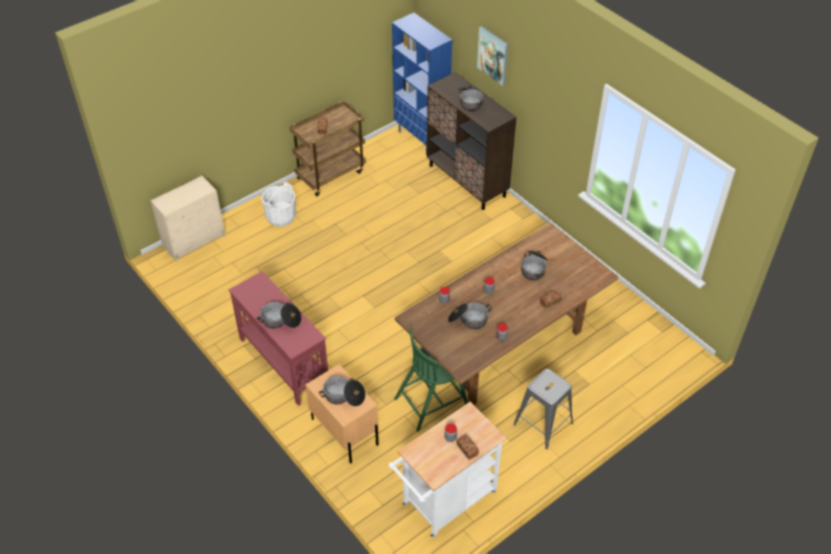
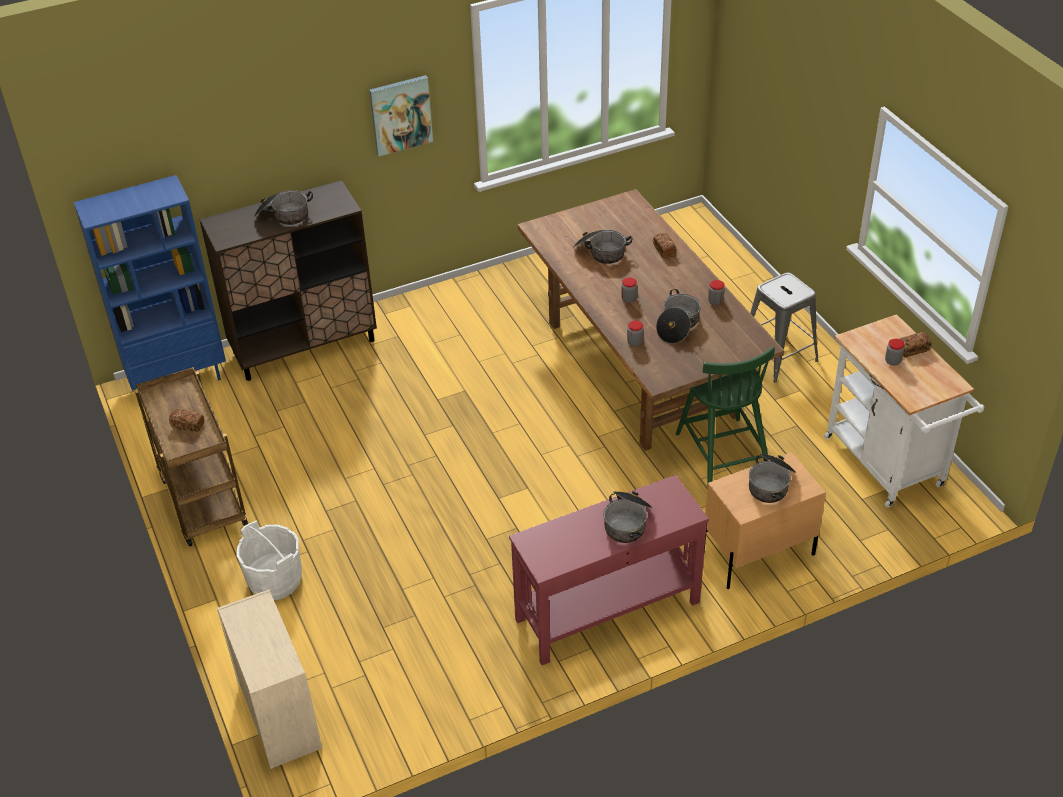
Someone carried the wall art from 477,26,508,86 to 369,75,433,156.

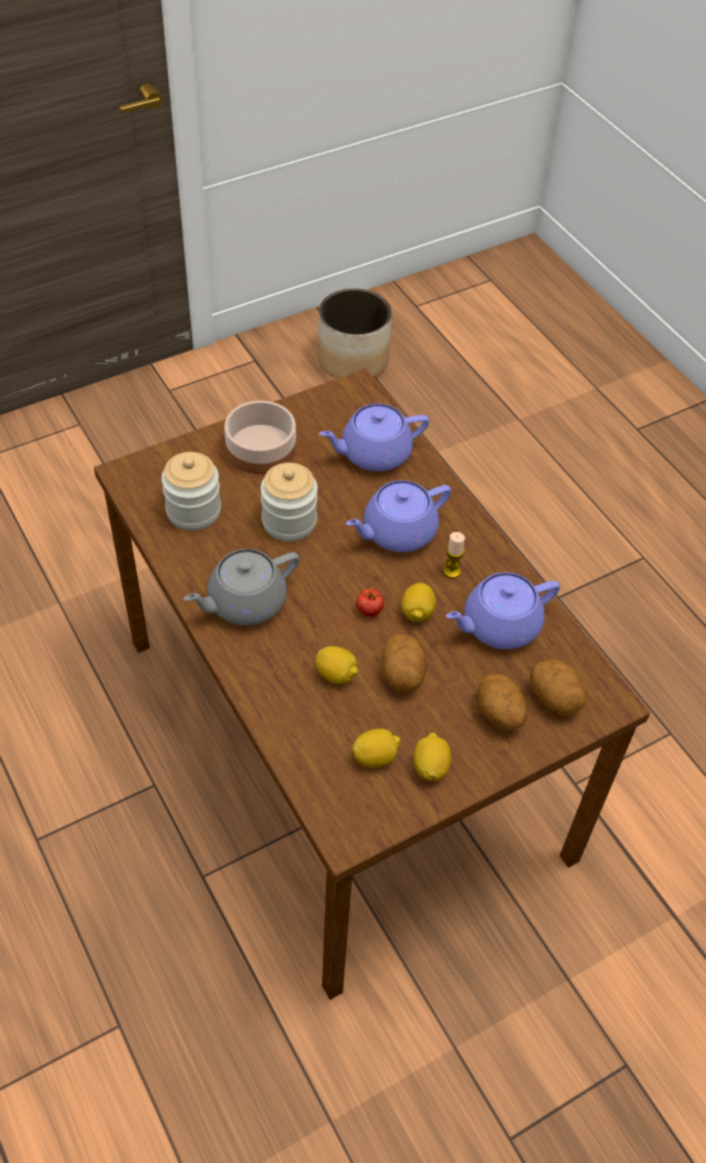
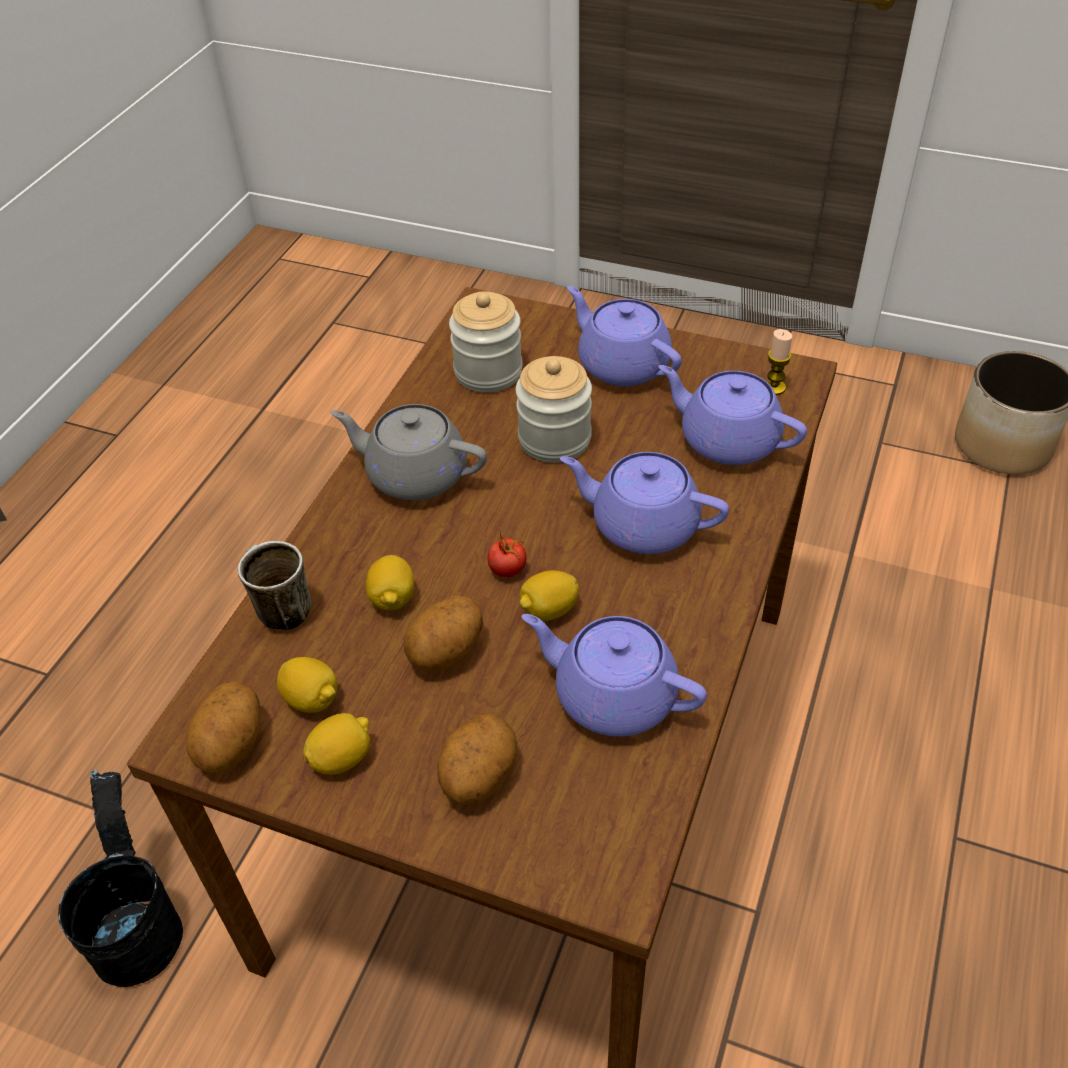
Someone put down the bucket (black-coloured) at 58,770,183,987.
Someone carried the potato from 530,659,586,716 to 186,681,261,773.
Someone put down the mug at 238,541,312,631.
Someone swapped the bowl at 224,401,296,474 for the pot for tea (purple-coloured) at 567,286,681,386.
Someone carried the candle from 443,532,465,578 to 766,329,792,395.

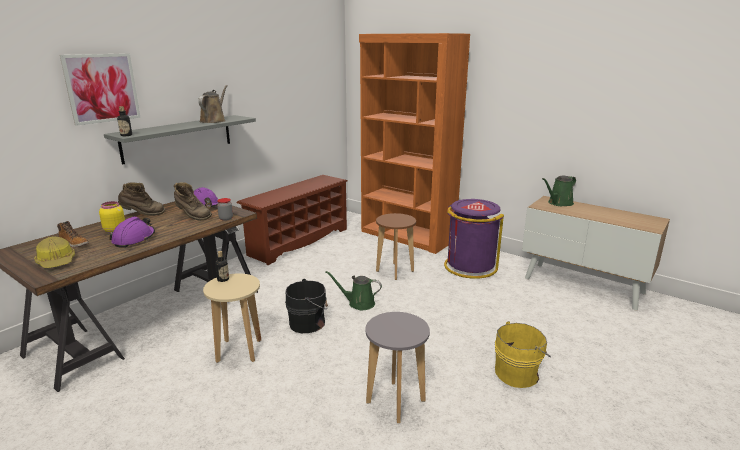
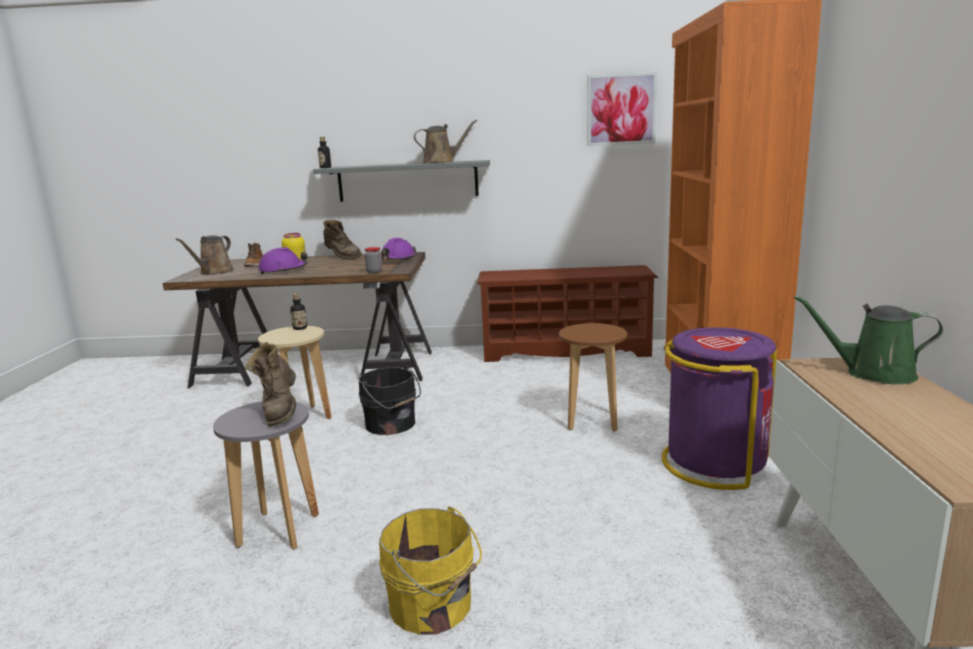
Someone swapped the hard hat at 34,237,75,268 for the watering pot (brown) at 176,235,234,275.
Someone carried the high-top boot (brown) from 174,182,212,221 to 245,342,296,427.
Someone carried the wall art from 60,53,141,126 to 587,72,657,146.
Someone took away the watering pot (green-coloured) at 326,271,382,310.

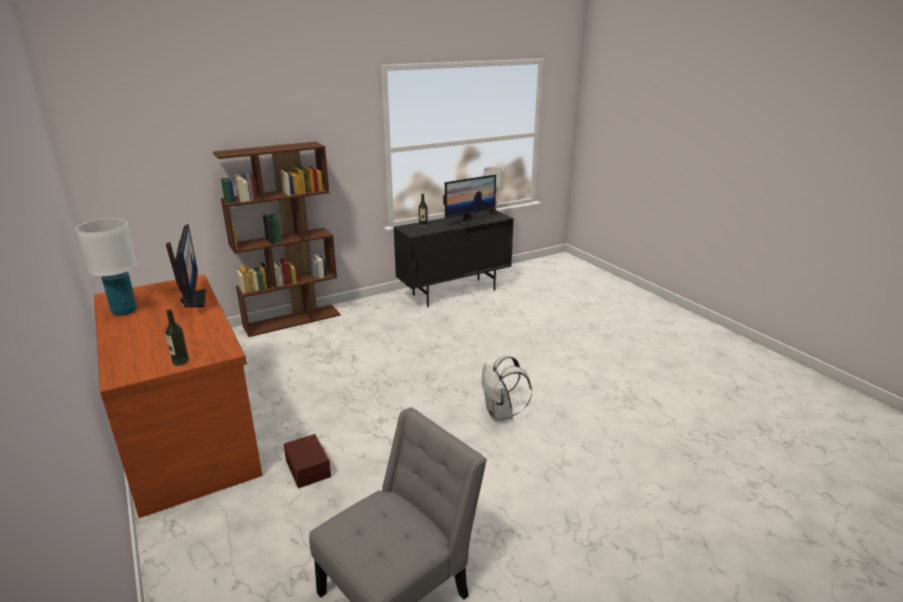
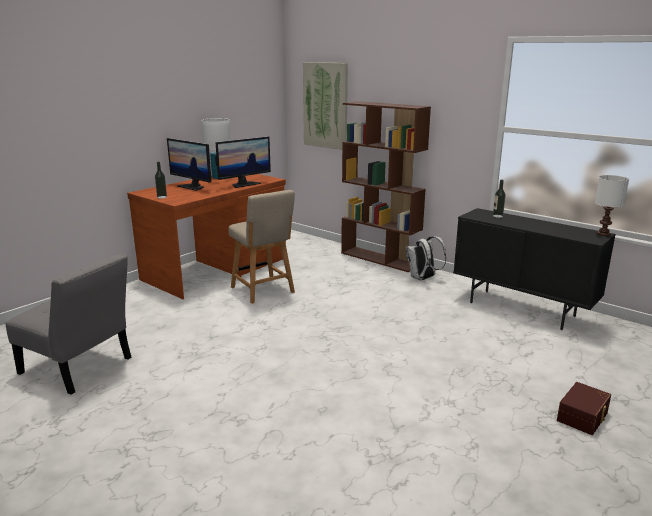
Someone carried the computer display from 443,174,496,226 to 167,138,211,191.
Someone put down the plain chair (sand-coloured) at 228,190,295,304.
Someone put up the wall art at 303,62,348,150.
Someone carried the rucksack (whitish) from 481,355,532,422 to 406,236,446,281.
Someone carried the storage box (brown) from 284,434,331,488 to 557,382,611,435.

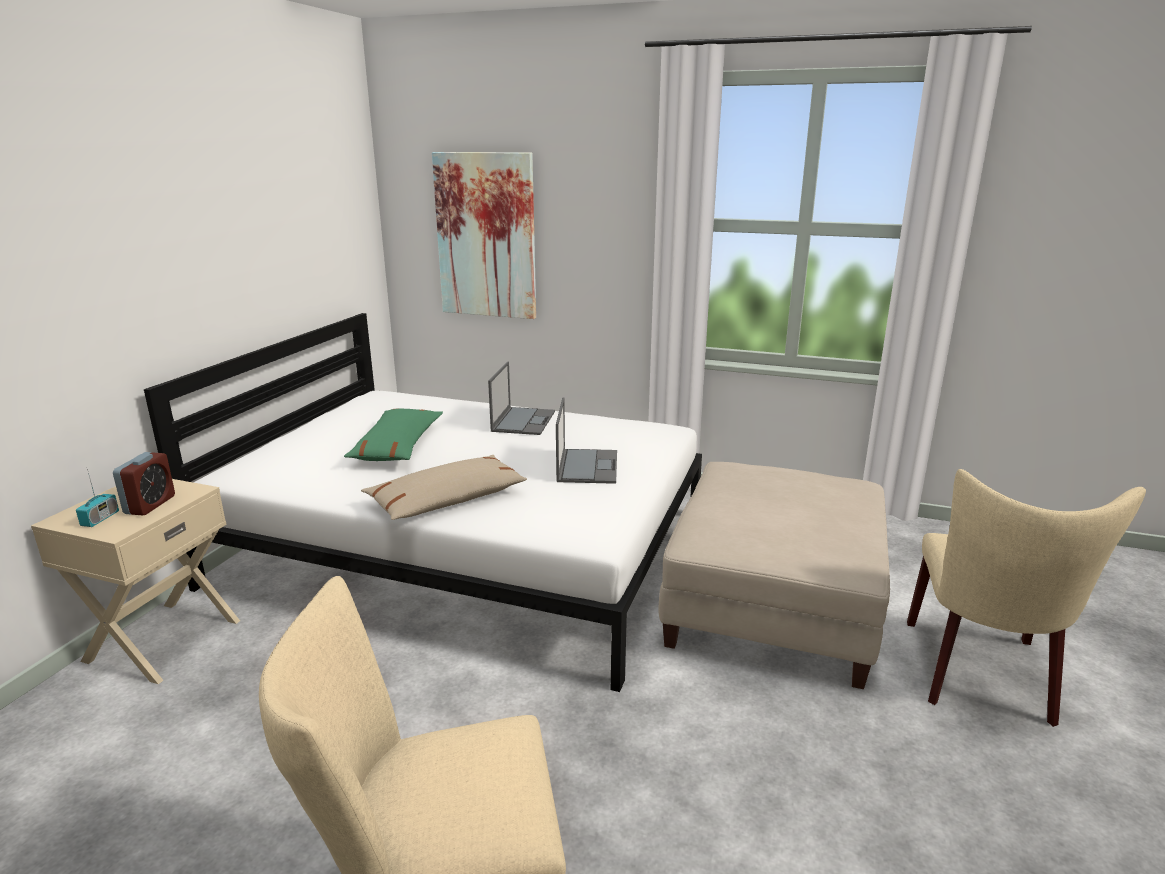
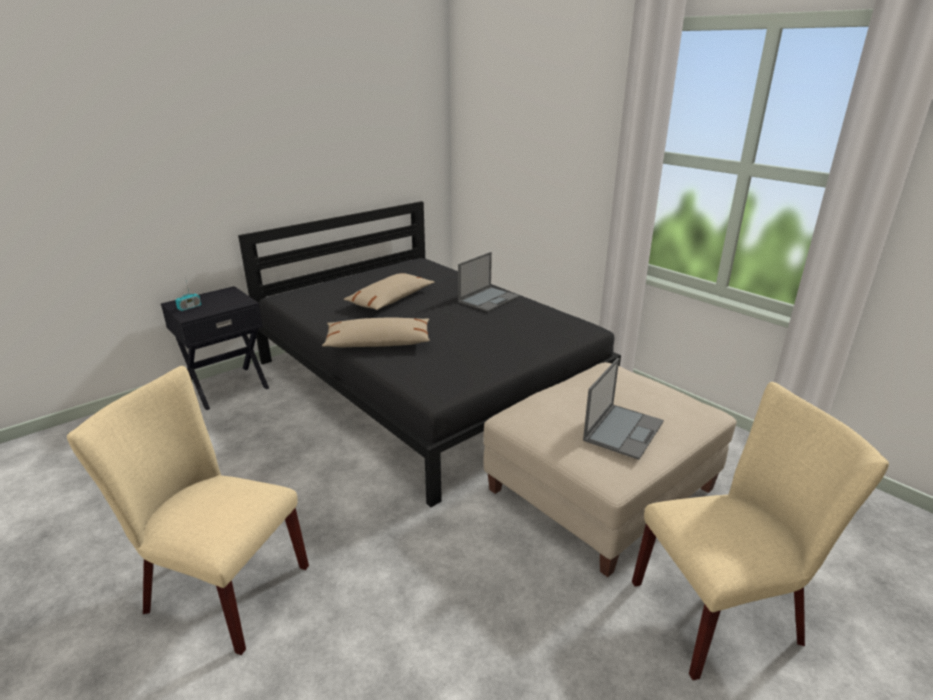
Someone repainted the bedside table (sand-coloured) at 31,479,240,684, which became the bedside table (black-coloured) at 161,286,269,410.
Someone repainted the sleeping bed (whitish) at 144,313,702,692, which became the sleeping bed (black-coloured) at 238,201,621,507.
Someone repainted the throw pillow (green-coloured) at 344,408,443,461, which became the throw pillow (sand-coloured) at 344,273,435,310.
Someone carried the notebook computer from 556,397,617,484 to 583,358,664,460.
Someone rotated the plain chair (sand-coloured) at 907,469,1146,727 by 150 degrees counterclockwise.
Someone took away the alarm clock at 113,452,175,515.
Someone took away the wall art at 432,152,536,319.

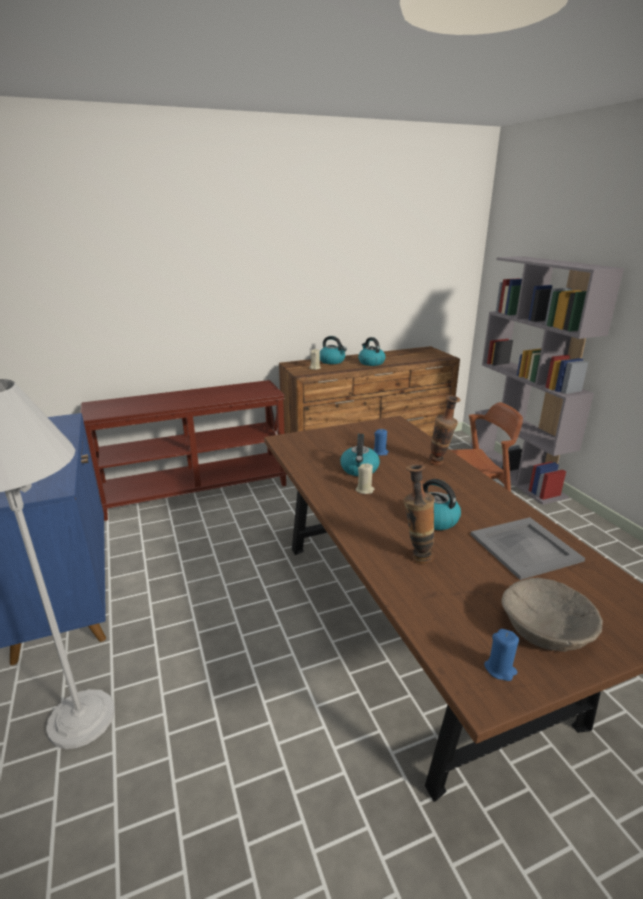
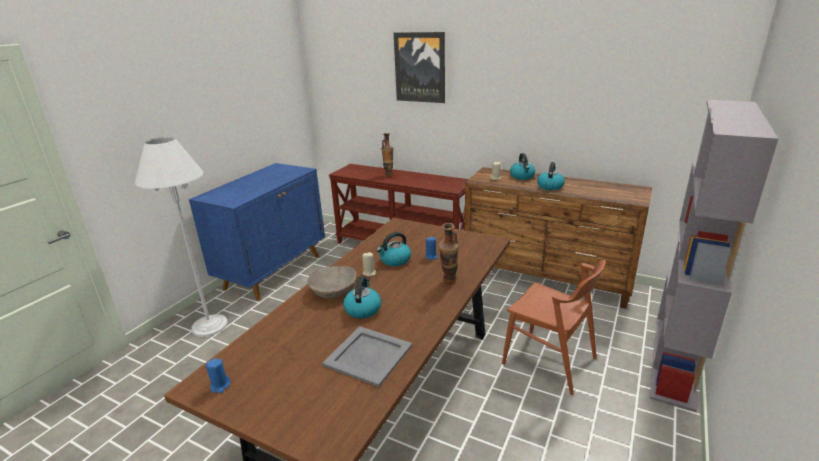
Someone carried the bowl (sand-coloured) from 502,578,603,652 to 307,266,357,299.
Someone carried the decorative vase from 403,464,434,564 to 381,133,394,176.
Someone put up the wall art at 394,32,445,103.

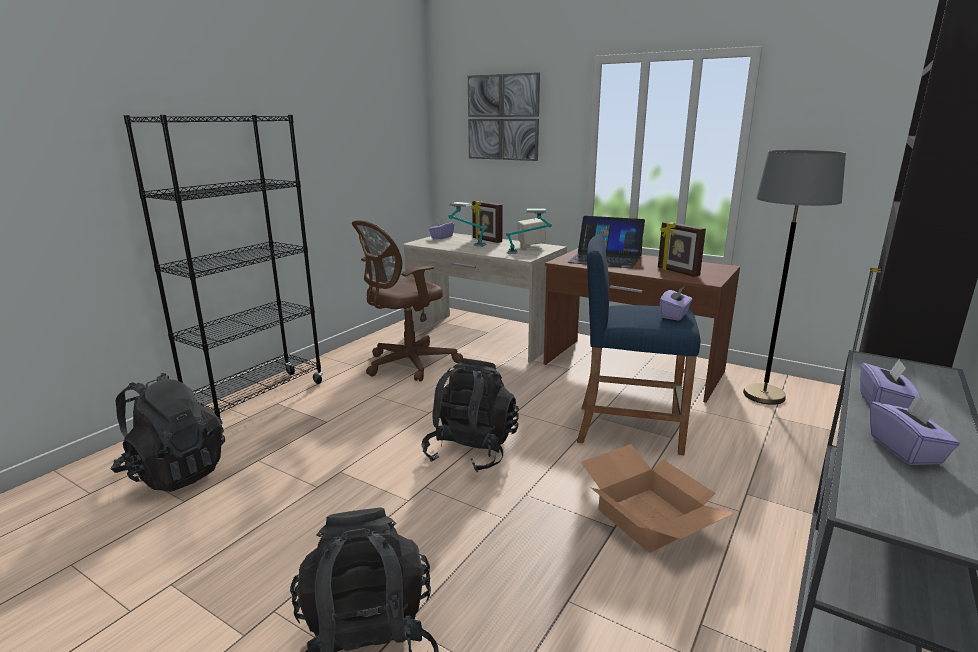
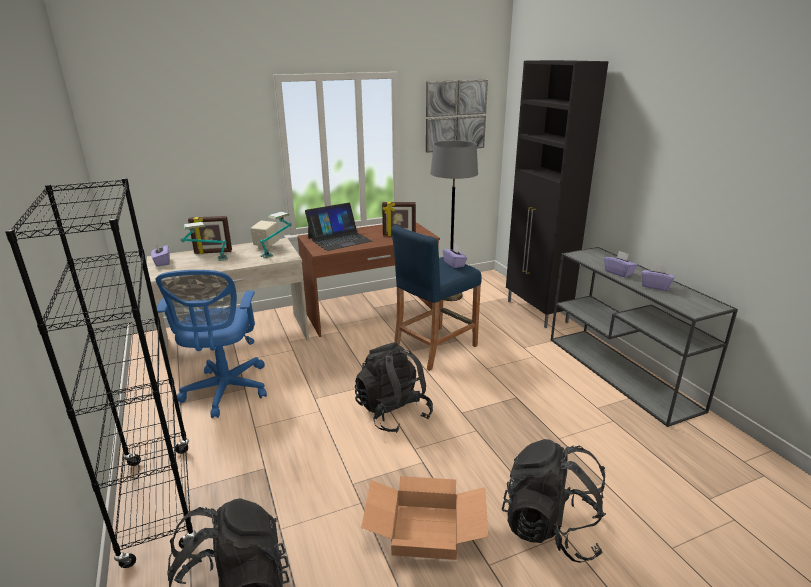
Someone repainted the computer chair (brown) at 352,220,463,382, which became the computer chair (blue-coloured) at 155,270,267,418.
Someone carried the cardboard box from 581,444,735,553 to 361,476,488,560.
Someone carried the wall art from 468,72,540,161 to 426,80,488,153.

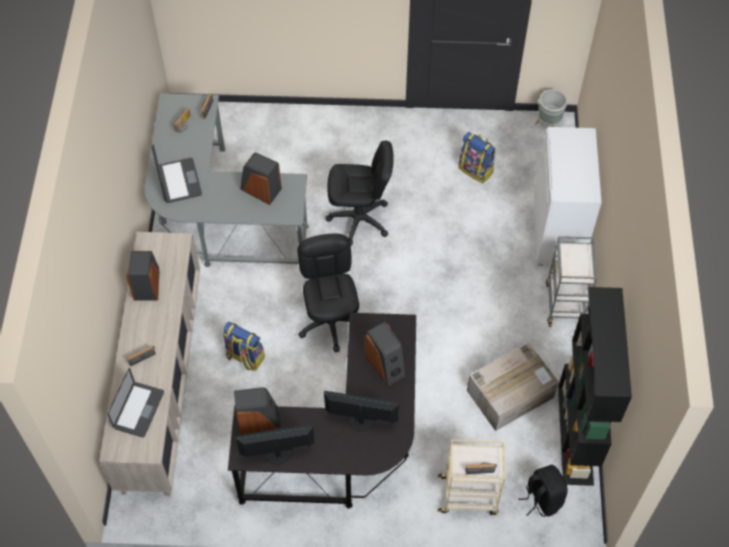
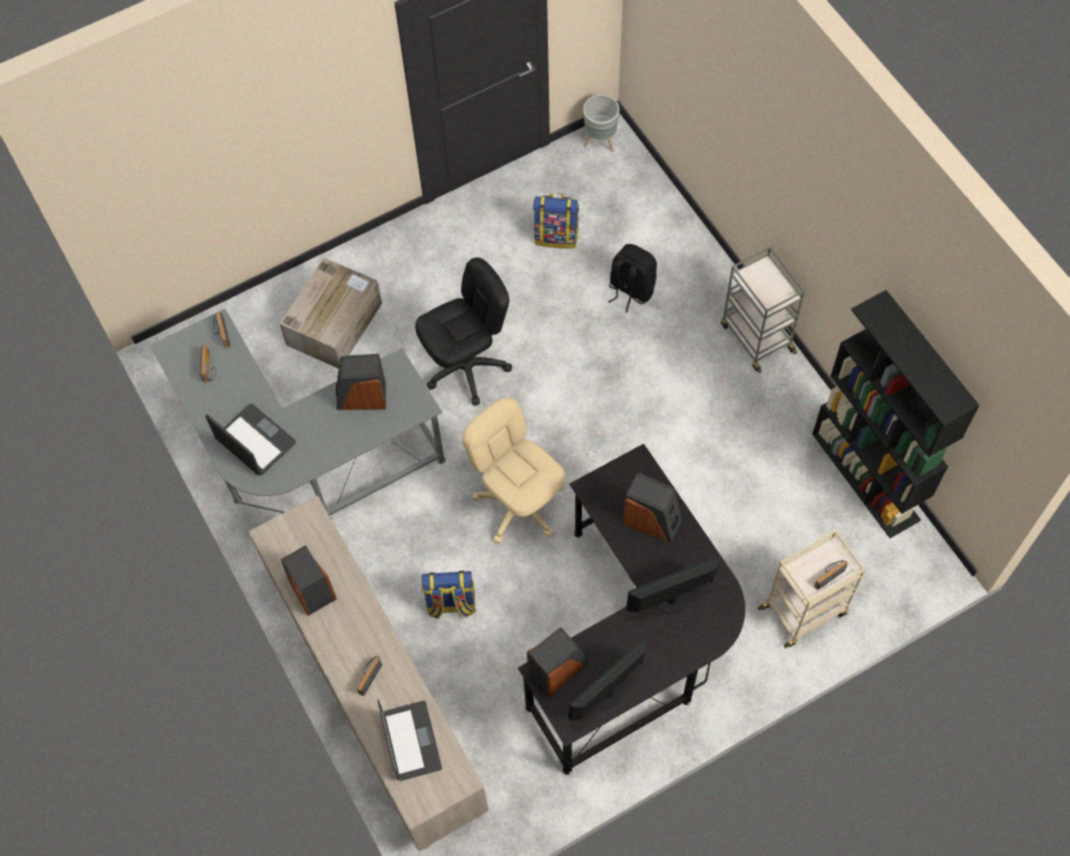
Someone carried the cardboard box from 467,342,559,431 to 280,257,382,369.
Someone repainted the computer chair (black-coloured) at 298,234,359,352, which became the computer chair (sand-coloured) at 463,397,566,544.
Someone carried the rucksack (black-coloured) from 518,465,568,517 to 609,244,657,312.
Someone took away the cupboard (whitish) at 534,127,602,265.

